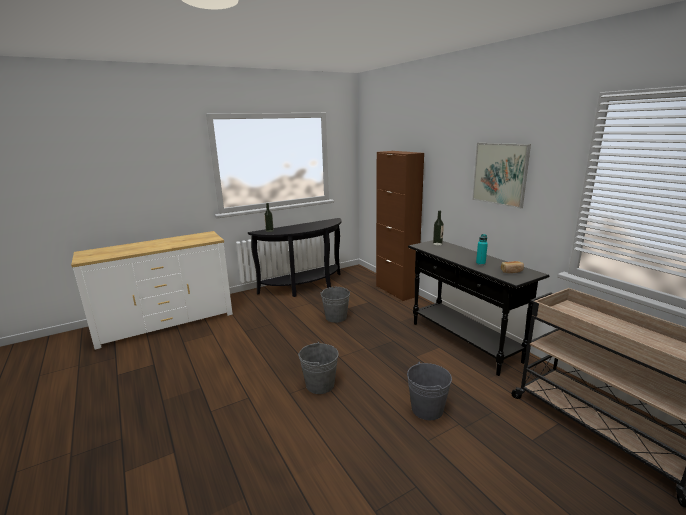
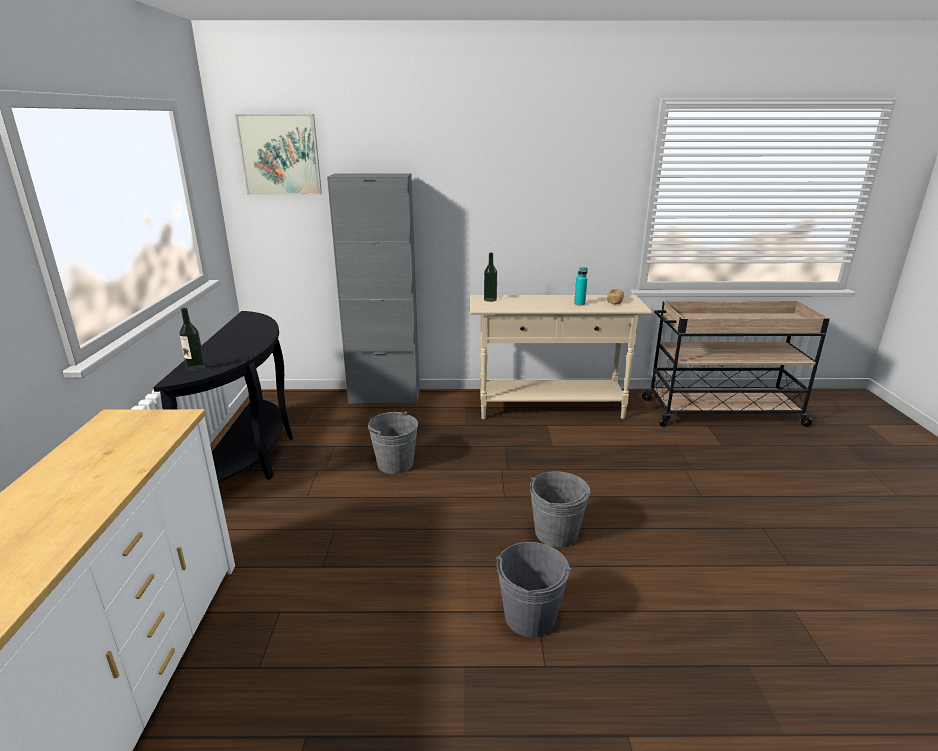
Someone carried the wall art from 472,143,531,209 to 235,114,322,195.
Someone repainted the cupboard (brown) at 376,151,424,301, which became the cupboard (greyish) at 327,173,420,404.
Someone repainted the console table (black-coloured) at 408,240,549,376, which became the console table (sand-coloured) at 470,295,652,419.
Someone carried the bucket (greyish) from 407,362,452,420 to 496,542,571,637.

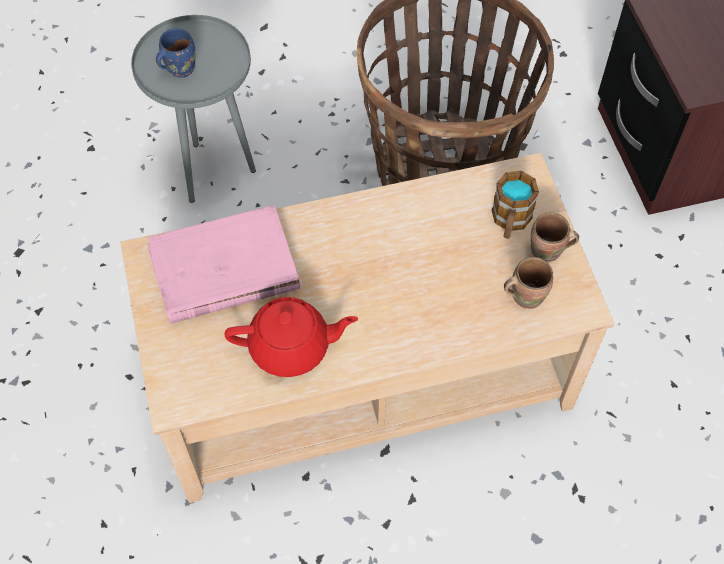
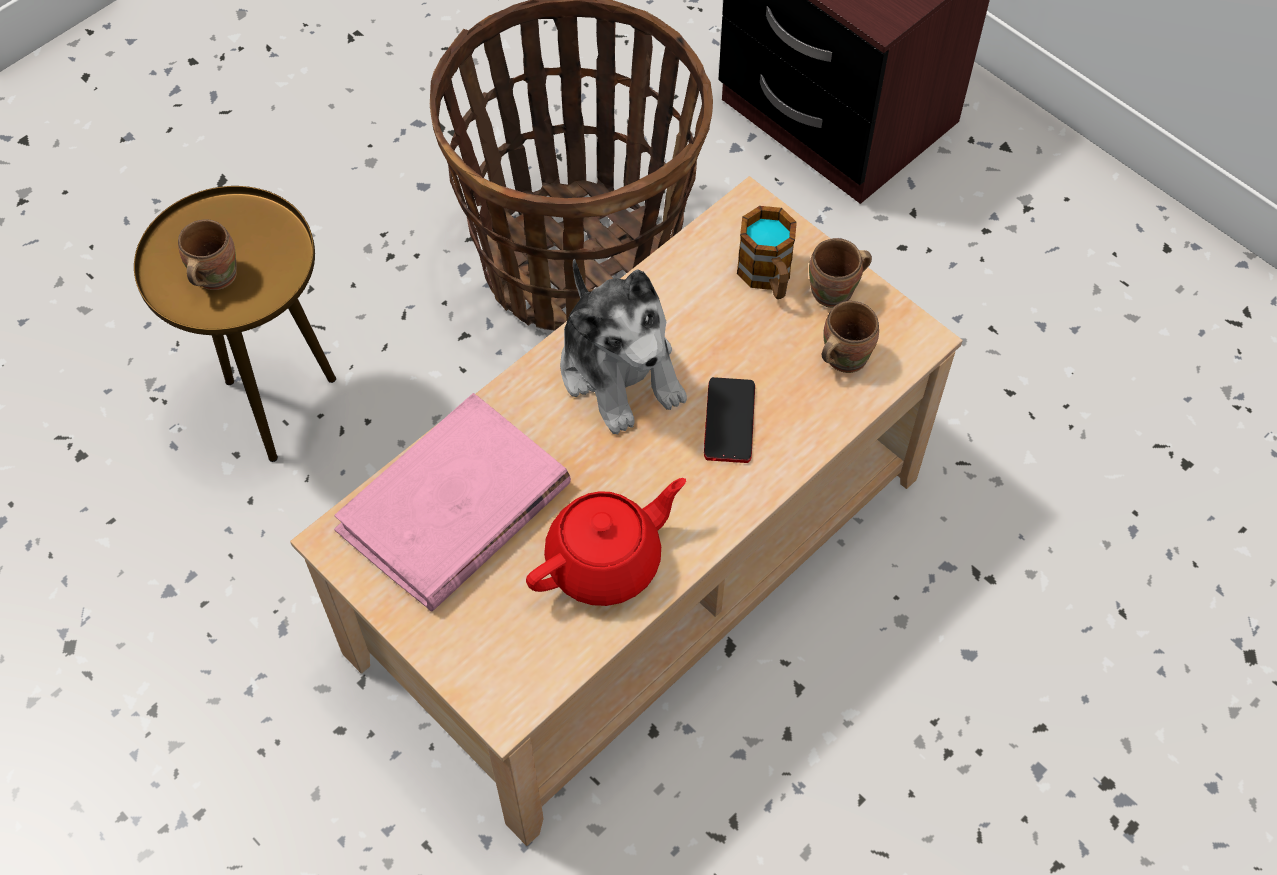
Someone repainted the side table (greyish) at 131,15,256,203, which became the side table (brown) at 134,186,336,462.
Someone repainted the mug (blue-coloured) at 156,28,196,78, which became the mug (brown) at 178,219,237,290.
Someone put down the soft toy at 560,259,687,434.
Someone put down the telephone at 704,377,755,463.

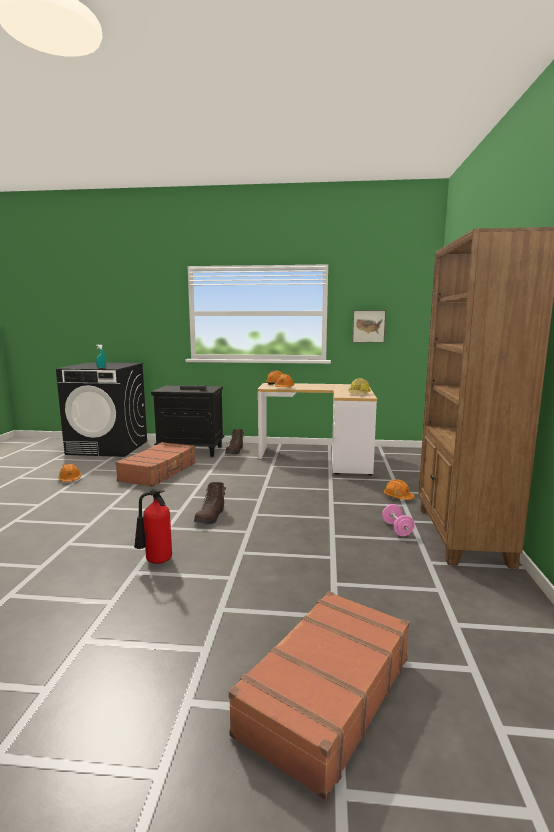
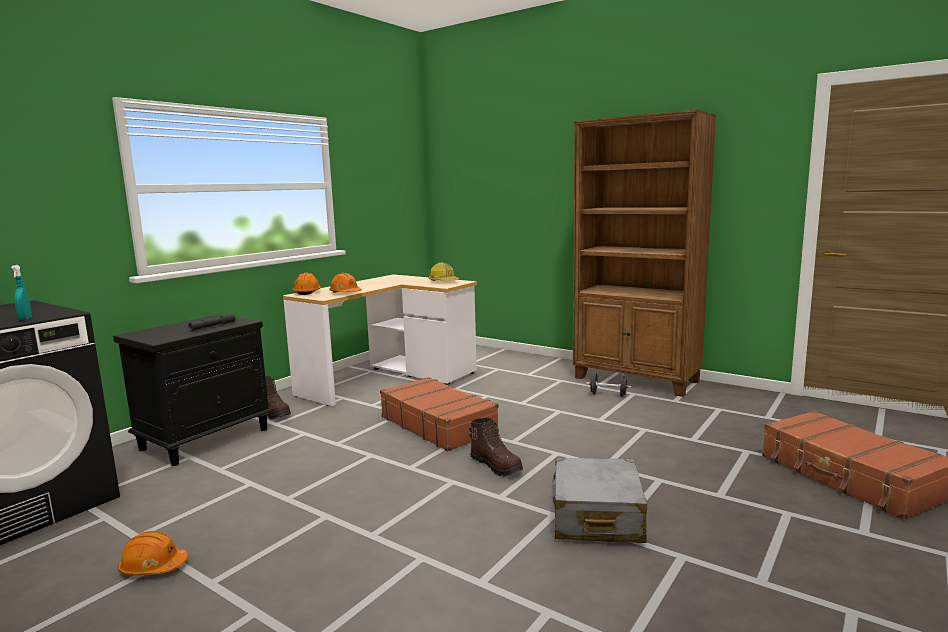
Someone carried the piece of luggage (brown) from 115,442,196,487 to 380,377,499,451.
Someone swapped the extinguisher at 134,489,172,564 for the piece of luggage (greyish) at 552,457,647,543.
Someone repainted the dumbbell (pinkish) at 382,504,415,536, which became the dumbbell (black-coloured) at 586,374,631,397.
Someone took away the wall art at 352,310,386,343.
Someone took away the hard hat (orangey) at 383,480,414,500.

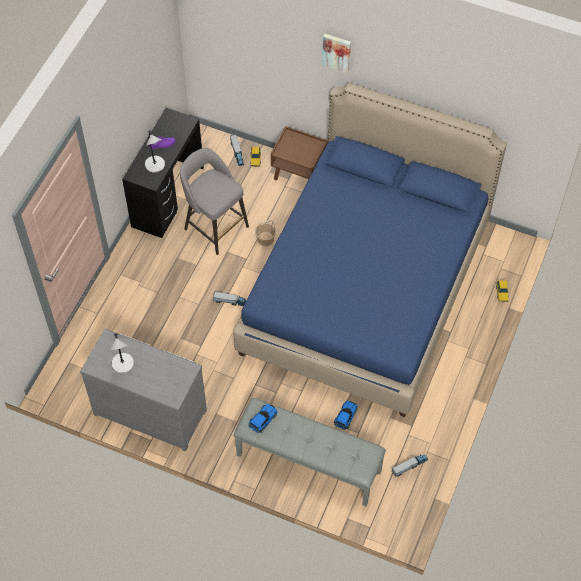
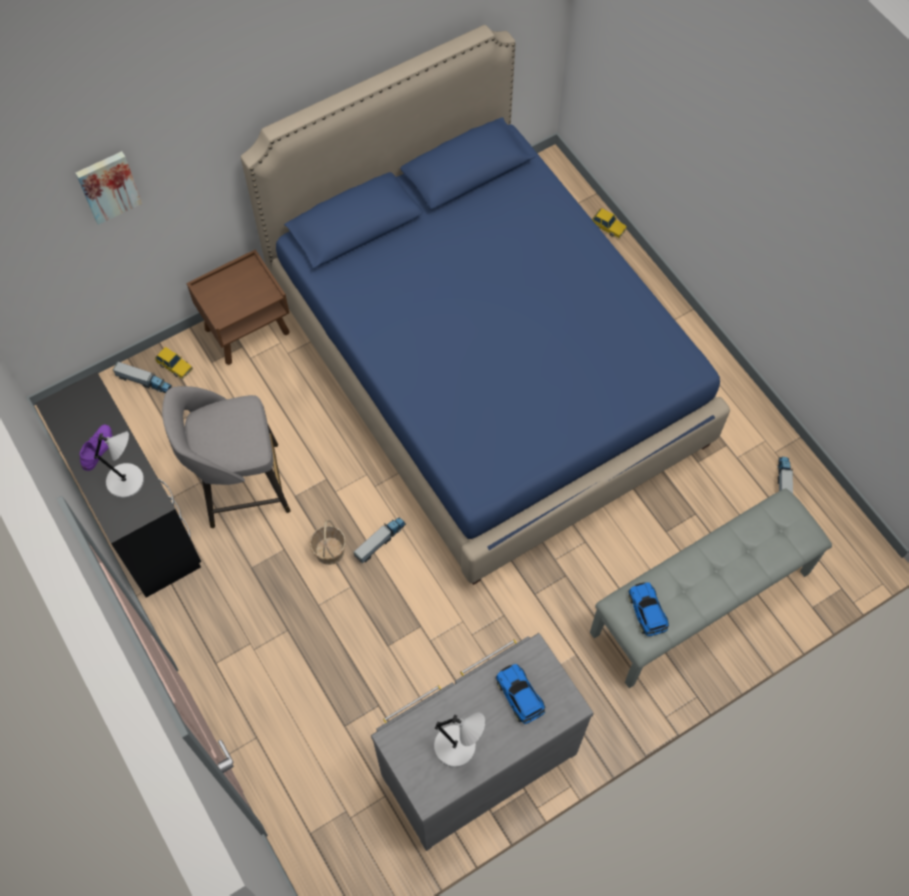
Someone carried the wall art from 322,34,351,73 to 76,151,142,225.
Someone carried the basket from 255,220,276,246 to 309,520,346,565.
Someone carried the miniature car from 334,401,358,430 to 496,664,546,724.

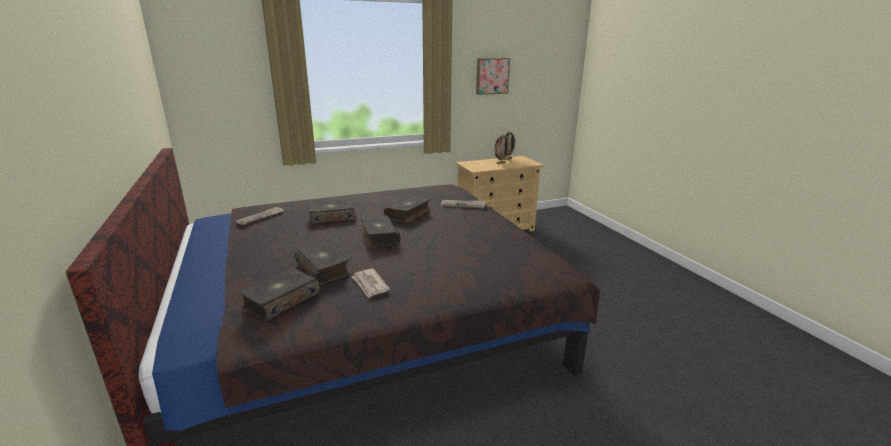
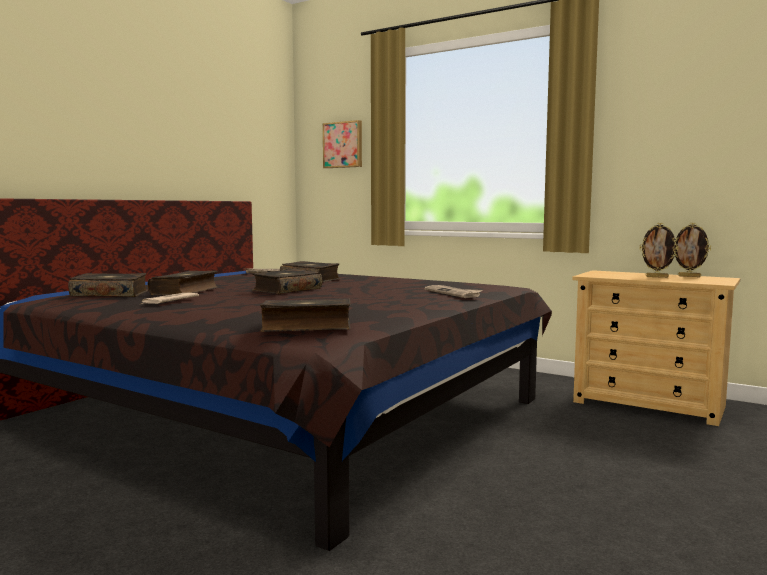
Someone carried the book from 384,196,430,223 to 260,298,350,332.
Someone carried the wall art from 476,58,510,95 to 323,120,362,168.

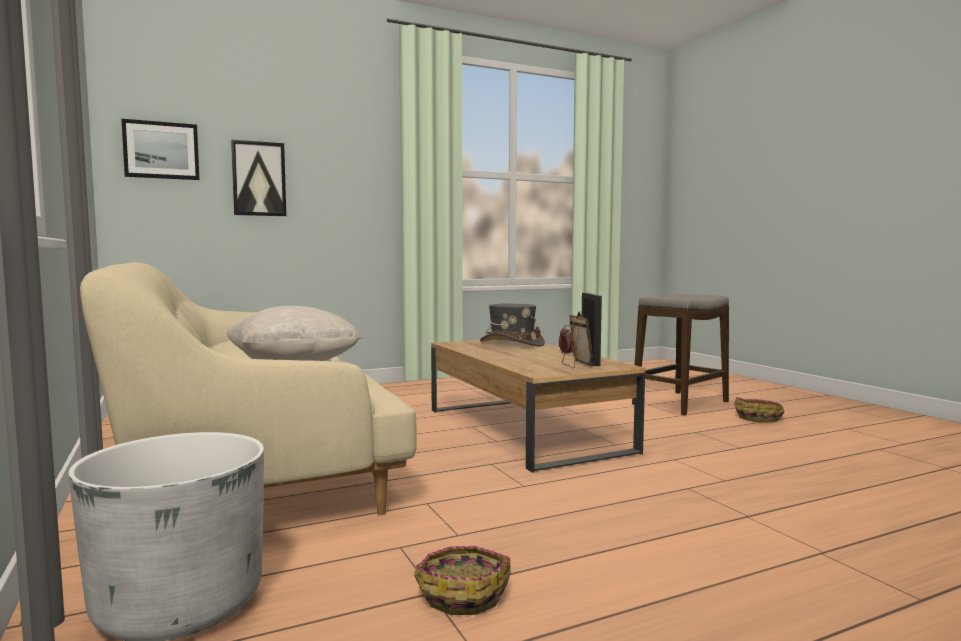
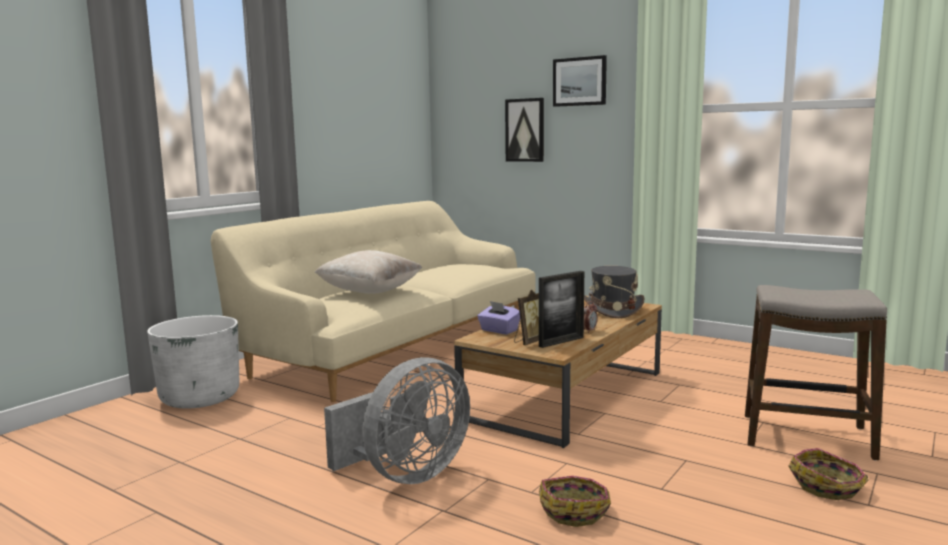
Someone put down the cooling fan (greyish) at 324,357,470,484.
Someone put down the tissue box (purple-coloured) at 477,301,520,334.
Someone carried the basket from 414,546,511,615 to 539,476,611,527.
Someone carried the wall art from 121,119,200,180 to 553,55,607,107.

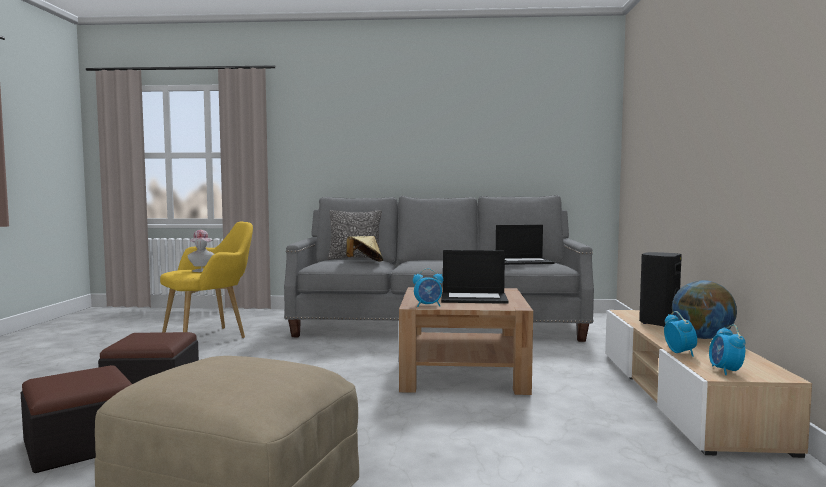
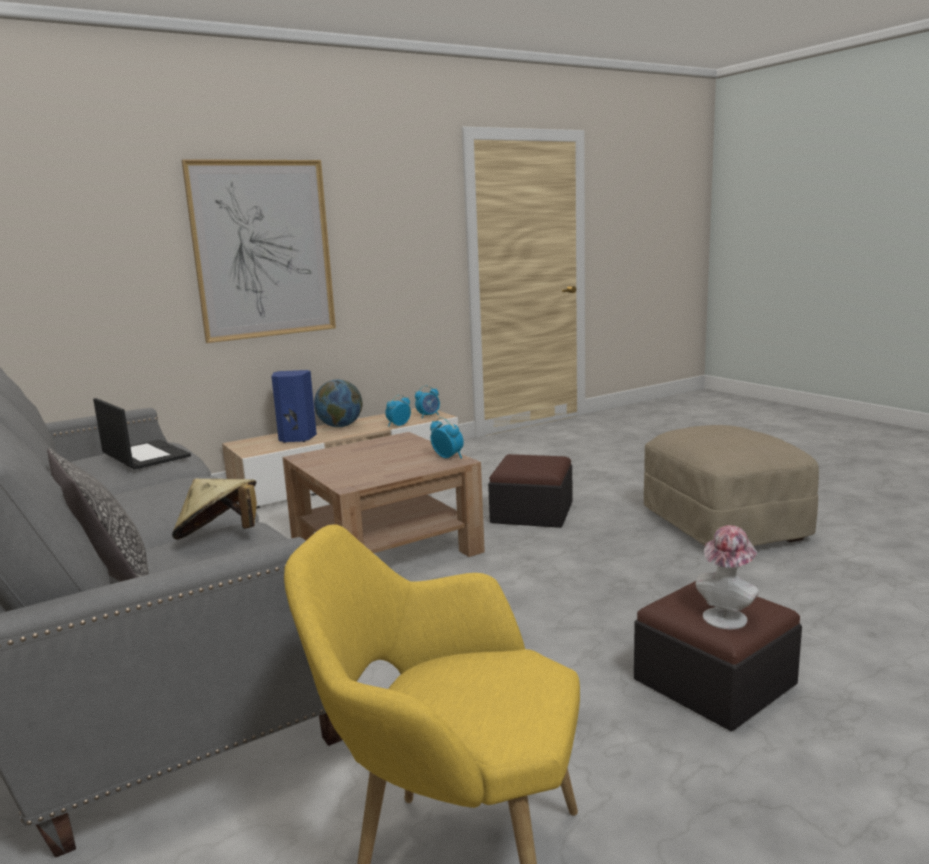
Someone put up the wall art at 182,159,336,343.
Someone repainted the loudspeaker (black-coloured) at 639,252,682,327, which became the loudspeaker (blue-coloured) at 271,370,317,443.
Someone carried the ottoman from 21,365,132,473 to 488,454,573,528.
Someone carried the clothing hat from 188,230,214,272 to 695,525,759,629.
Someone took away the notebook computer at 441,250,509,304.

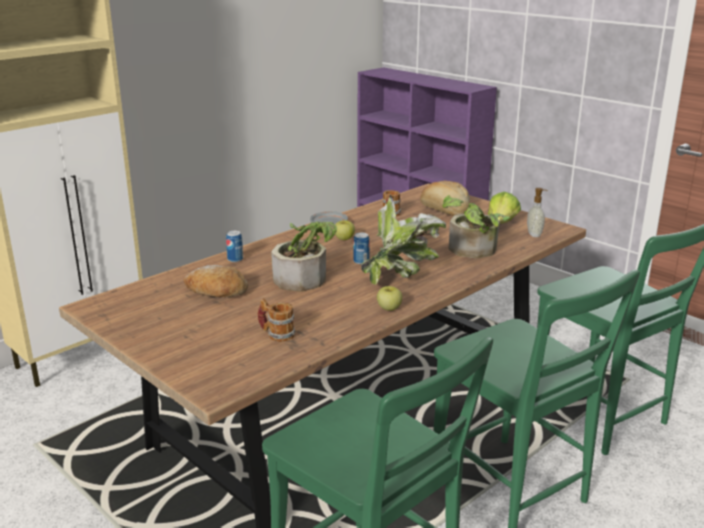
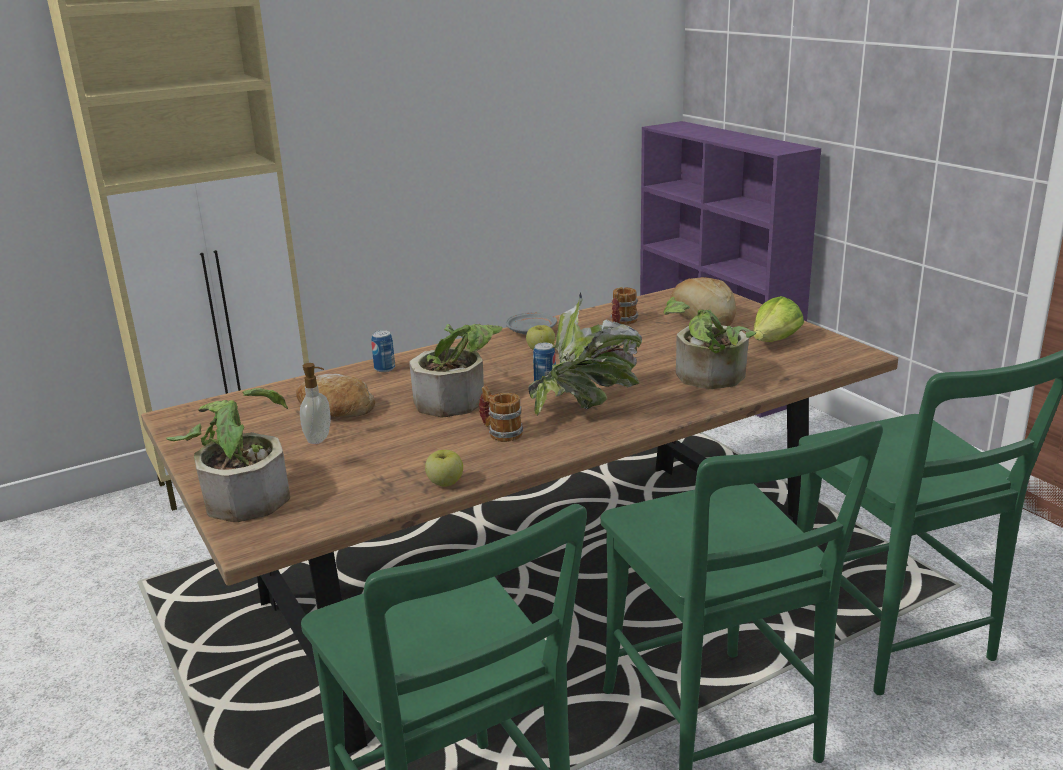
Someone put down the houseplant at 166,388,290,522.
Someone carried the soap dispenser from 527,188,548,237 to 300,363,331,444.
Someone carried the apple from 377,286,402,311 to 425,450,463,487.
Someone carried the mug from 258,298,295,342 to 479,386,523,442.

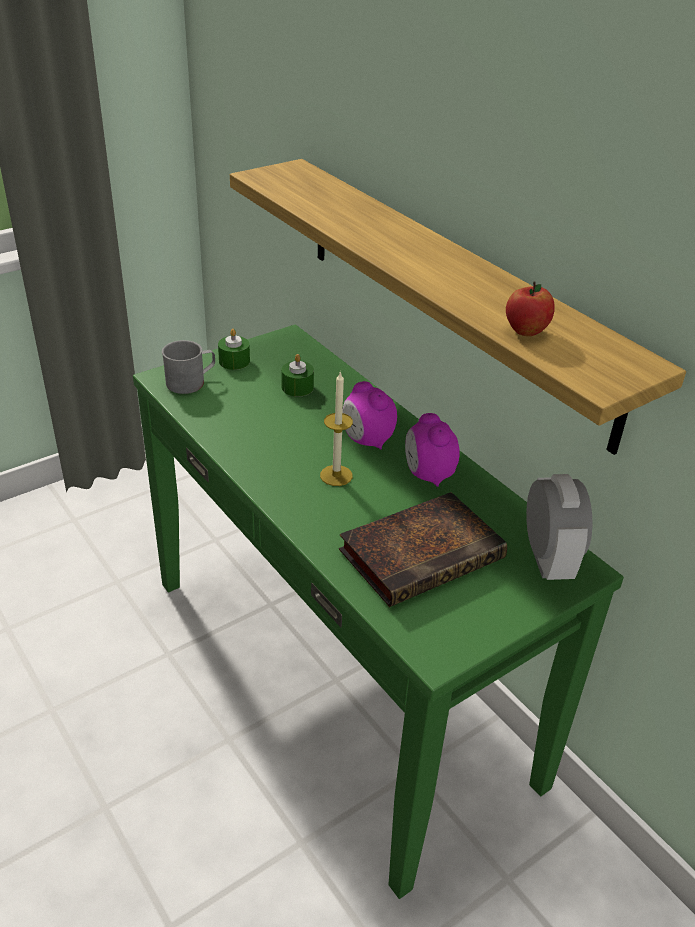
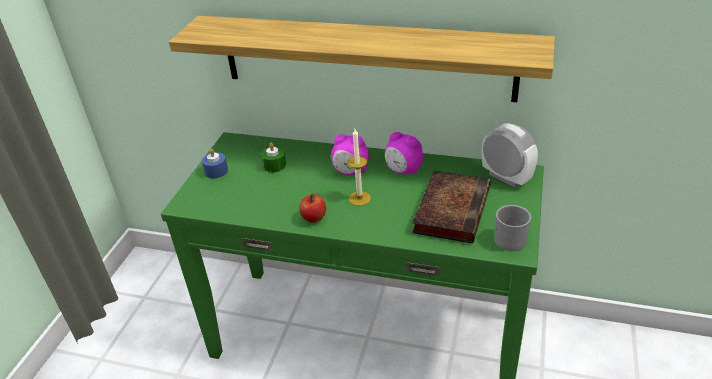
Someone repainted the candle (green-coloured) at 218,329,250,370, which became the candle (blue-coloured) at 202,148,228,178.
Someone carried the apple from 506,281,555,336 to 299,194,326,223.
Someone carried the mug (greyish) from 162,340,215,394 to 494,205,531,251.

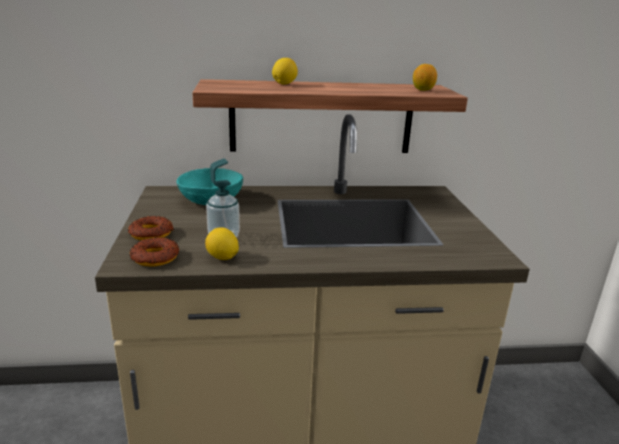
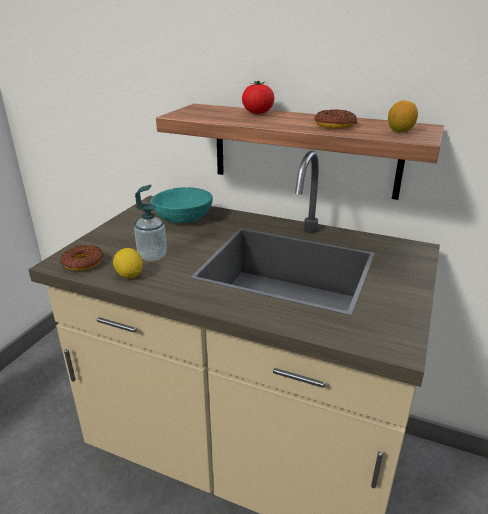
Someone swapped the citrus fruit at 272,58,298,84 for the whole tomato at 242,81,274,114.
Someone carried the donut from 128,216,174,240 to 314,109,358,129.

